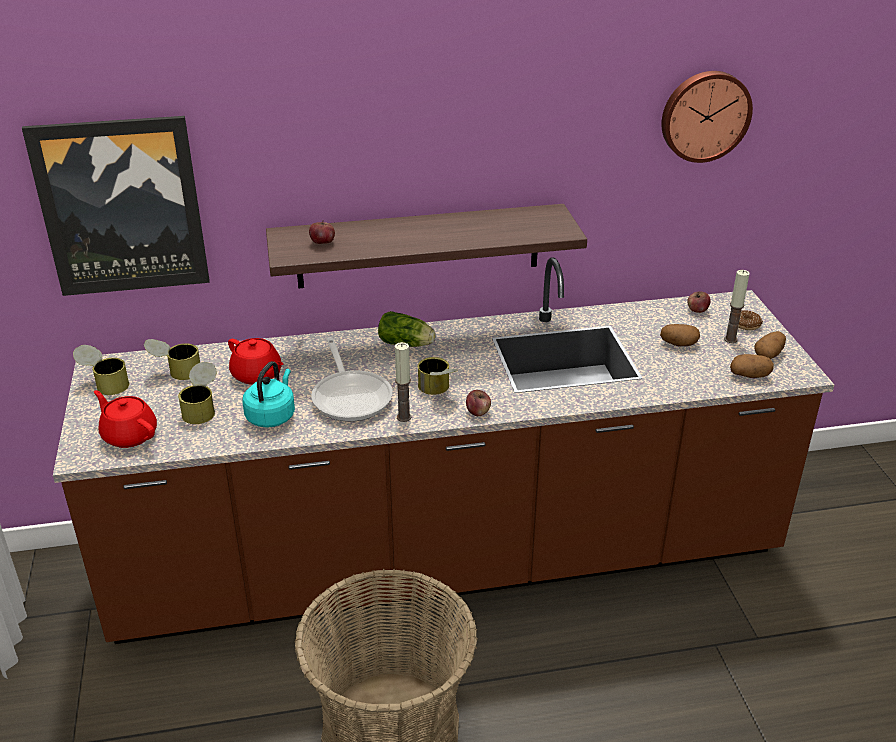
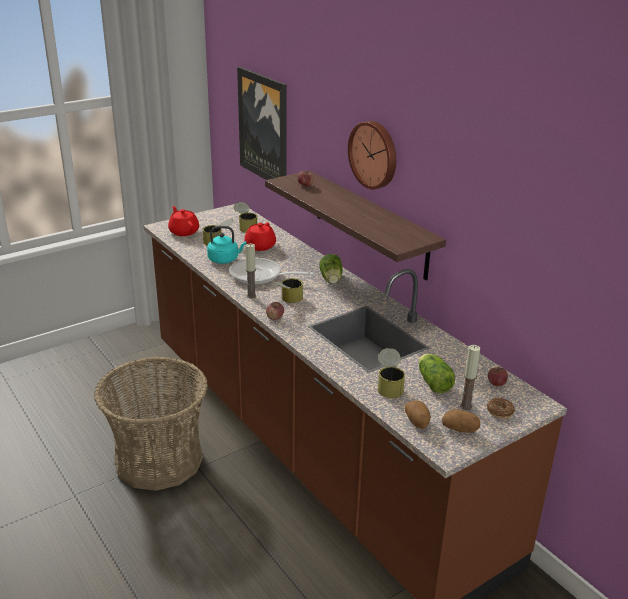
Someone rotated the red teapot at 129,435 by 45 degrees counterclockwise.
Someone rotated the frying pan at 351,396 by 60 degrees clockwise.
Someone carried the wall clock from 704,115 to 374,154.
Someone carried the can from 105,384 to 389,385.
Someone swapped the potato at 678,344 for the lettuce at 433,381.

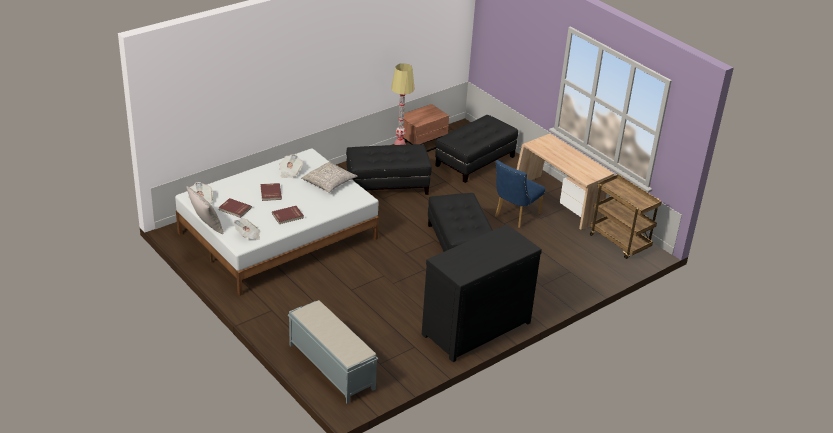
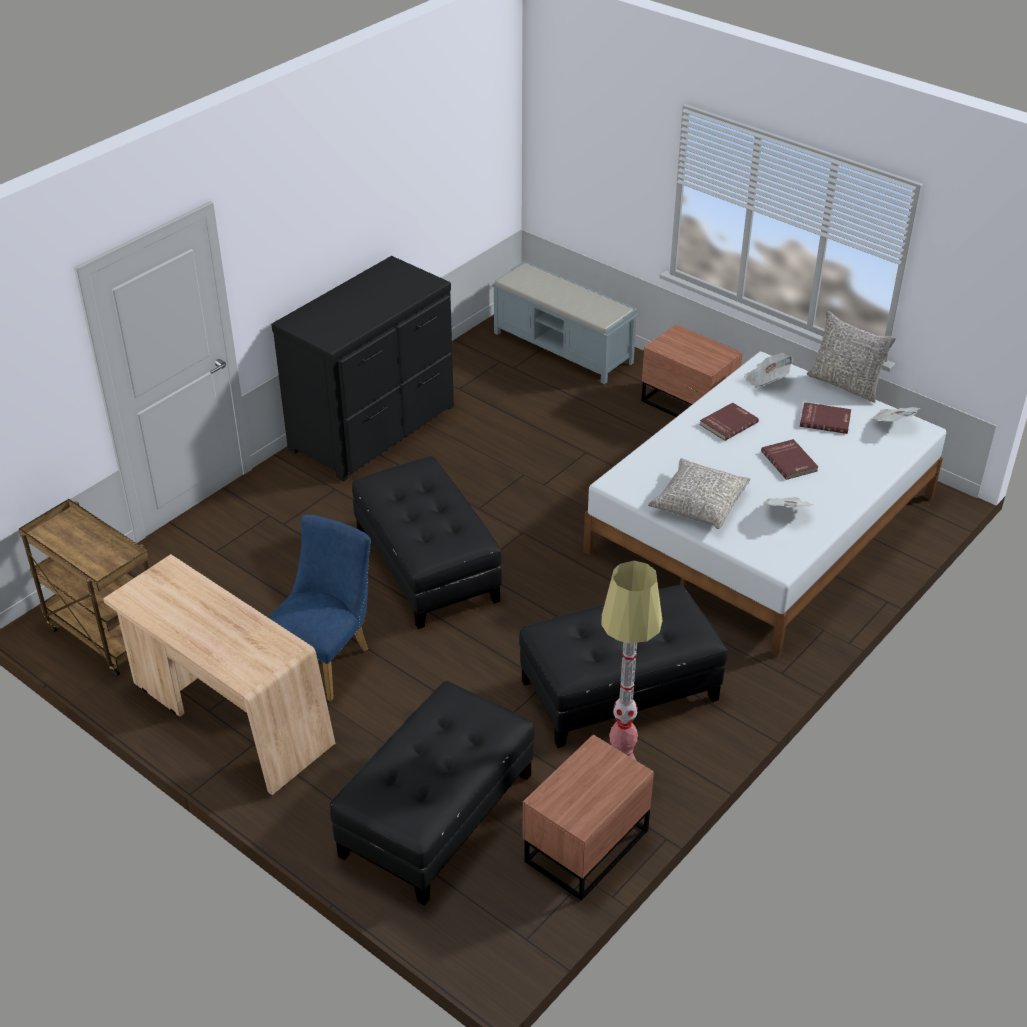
Someone put down the brown nightstand at 688,406.

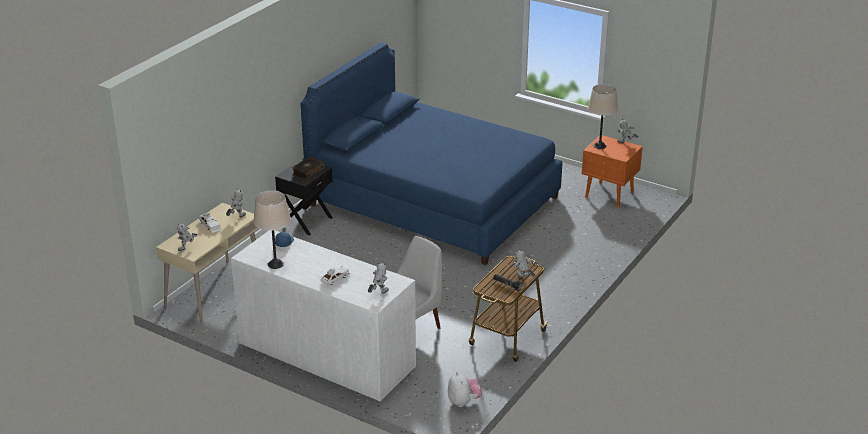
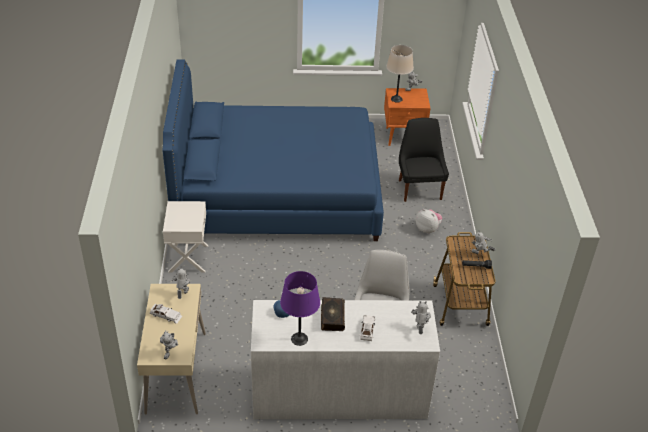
Someone repainted the black nightstand at 306,221, which became the white nightstand at 187,258.
Someone repainted the beige table lamp at 275,264, which became the purple table lamp at 299,339.
Someone carried the book from 307,172 to 332,317.
Someone put down the black chair at 419,188.
Someone carried the plush toy from 463,402 to 427,229.

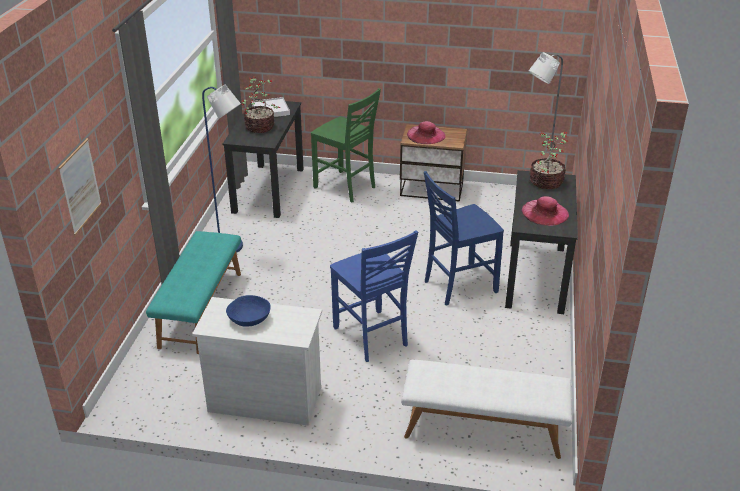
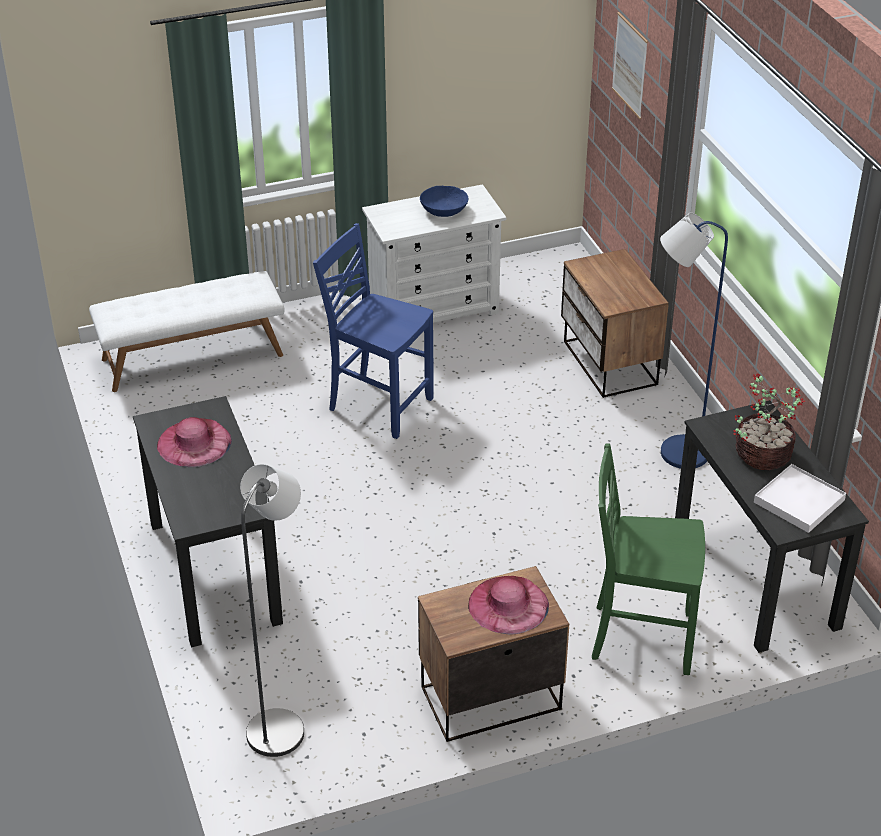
Someone swapped the turquoise bench at 200,309 for the nightstand at 608,364.
Someone took away the blue chair at 458,286.
Someone took away the potted plant at 545,182.

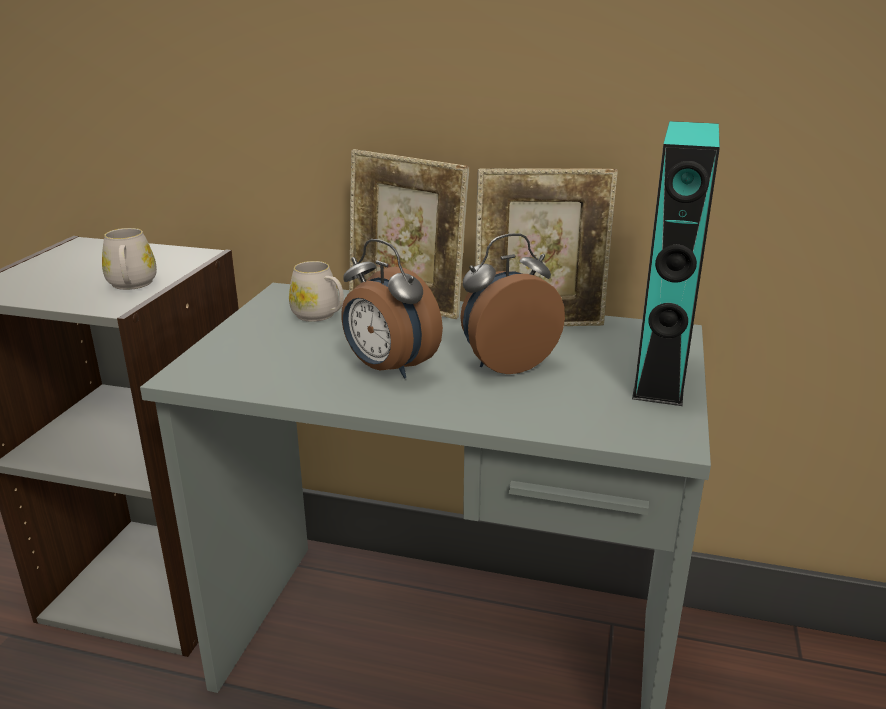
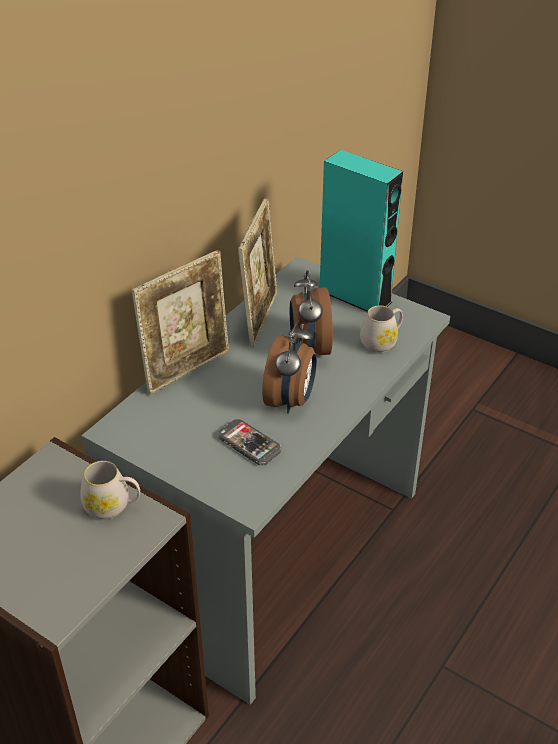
Someone put down the phone at 249,444.
Someone rotated the alarm clock at 388,369 by 45 degrees counterclockwise.
Someone carried the white mug from 320,316 to 382,342.

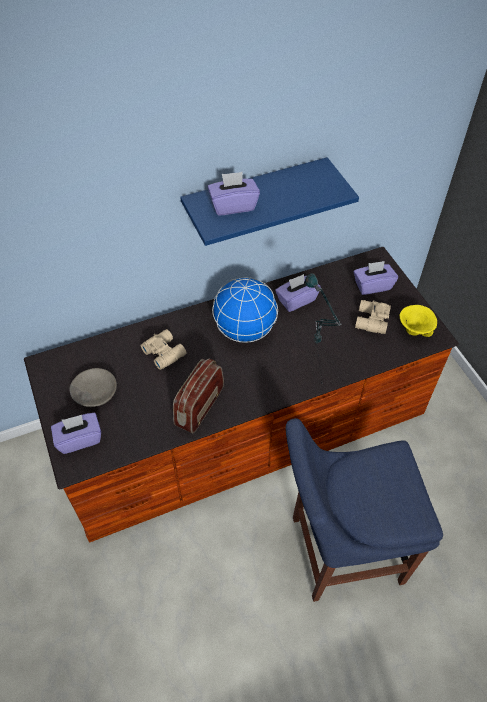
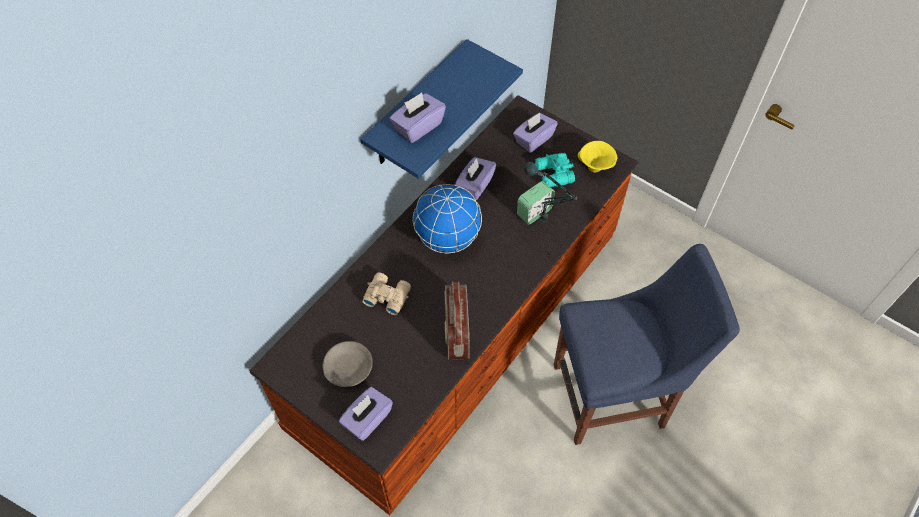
Someone put down the alarm clock at 534,212.
Someone repainted the beige binoculars at 370,321, which became the turquoise binoculars at 553,175.
Someone rotated the blue chair at 340,549 by 150 degrees counterclockwise.

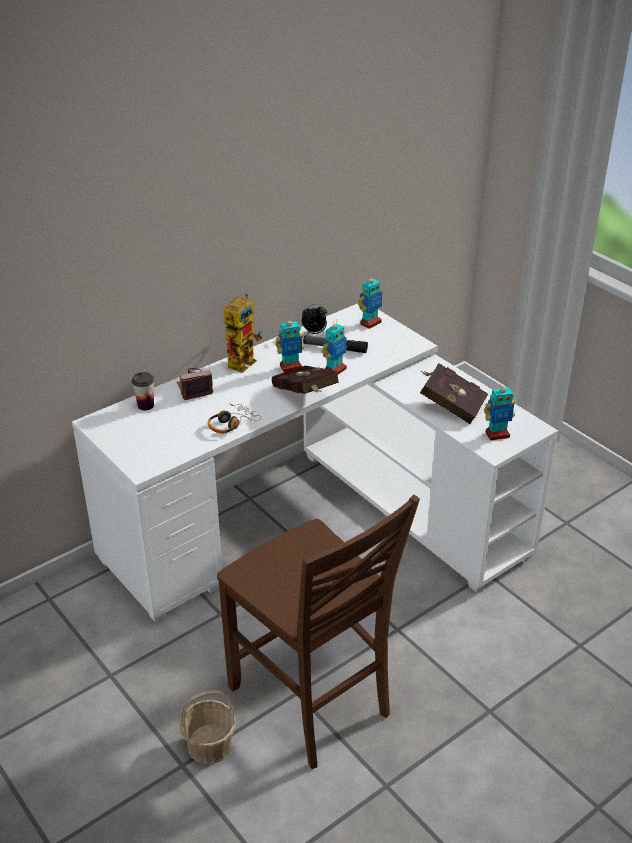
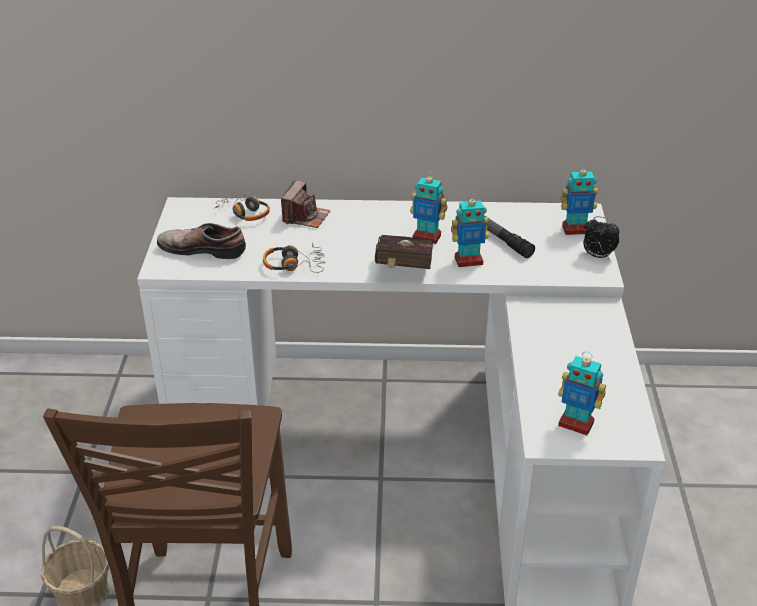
Someone put down the shoe at 203,248.
Someone swapped the cup at 145,405 for the headphones at 244,211.
Someone rotated the photo camera at 194,390 by 90 degrees clockwise.
Someone carried the alarm clock from 314,333 to 597,256.
Someone took away the toy robot at 243,360.
Someone took away the red book at 450,406.

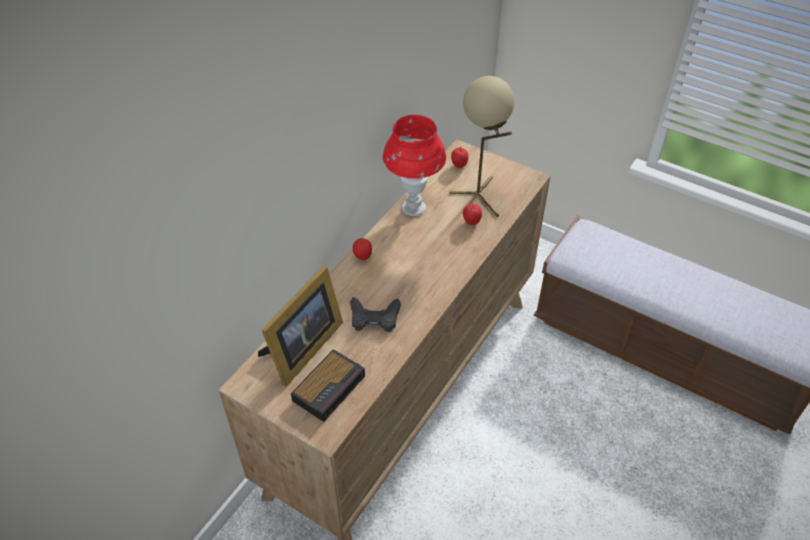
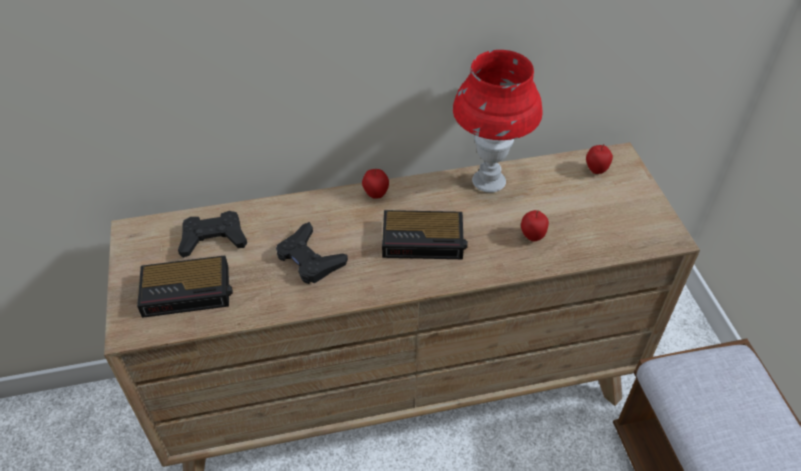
Someone swapped the picture frame at 302,350 for the black game controller at 213,238.
Someone put down the alarm clock at 424,240.
Someone took away the beige table lamp at 480,197.

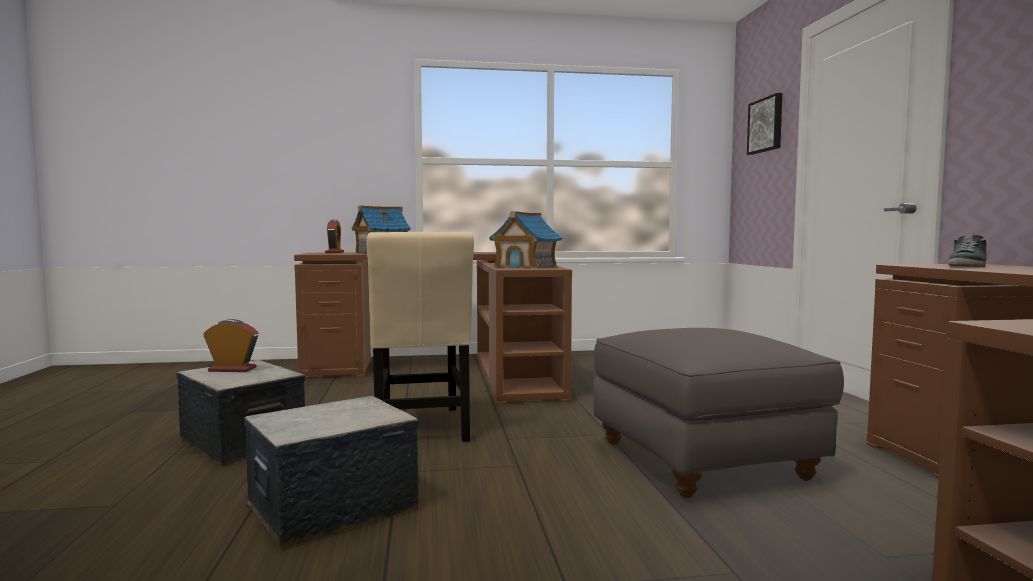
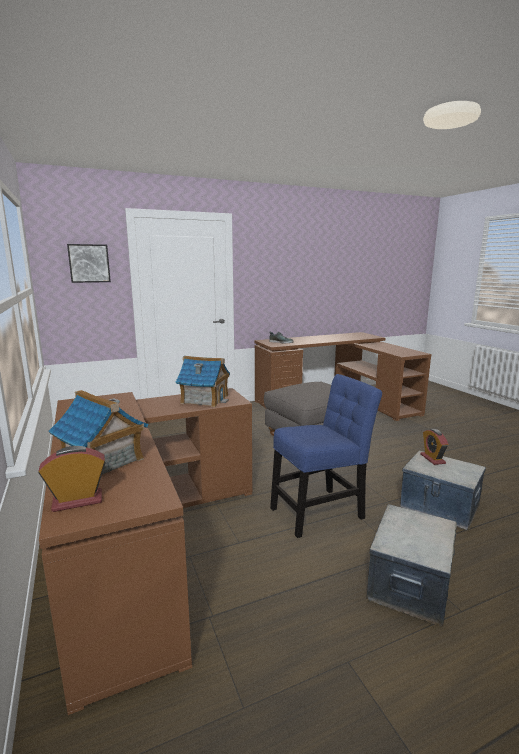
Someone repainted the beige chair at 421,428, which became the blue chair at 320,511.
Someone carried the alarm clock from 232,369 to 432,459.

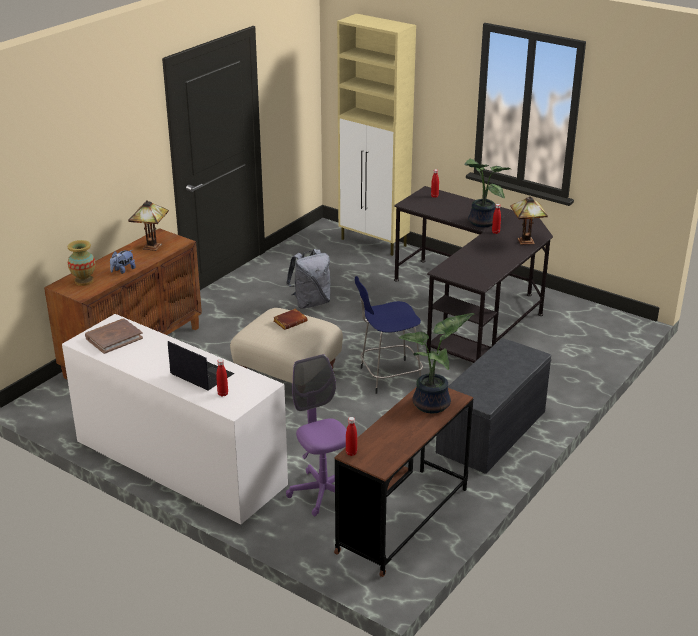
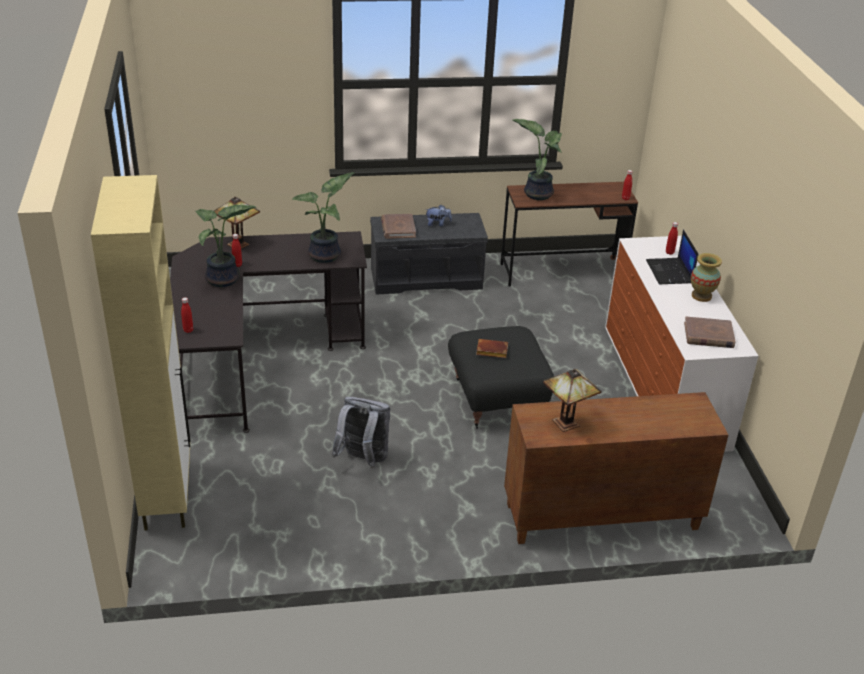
Someone put down the potted plant at 326,256.
Someone put down the brown book at 398,228.
Someone carried the plush toy from 123,270 to 438,224.
Someone repainted the beige ottoman at 287,376, which became the black ottoman at 496,400.
Someone carried the vase from 84,281 to 701,296.
Someone took away the purple office chair at 322,493.
Someone took away the blue stool at 388,377.

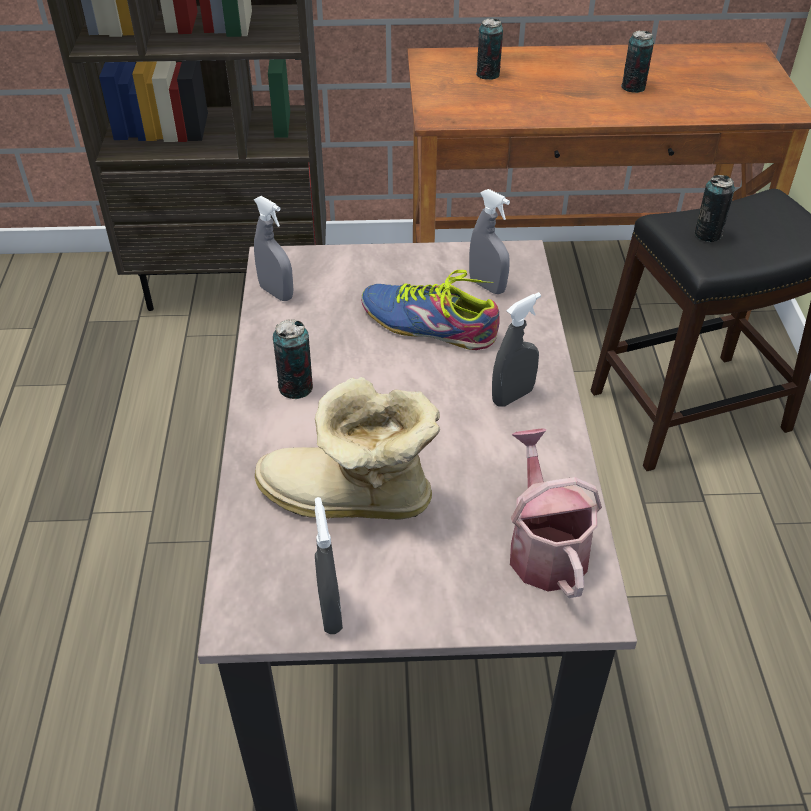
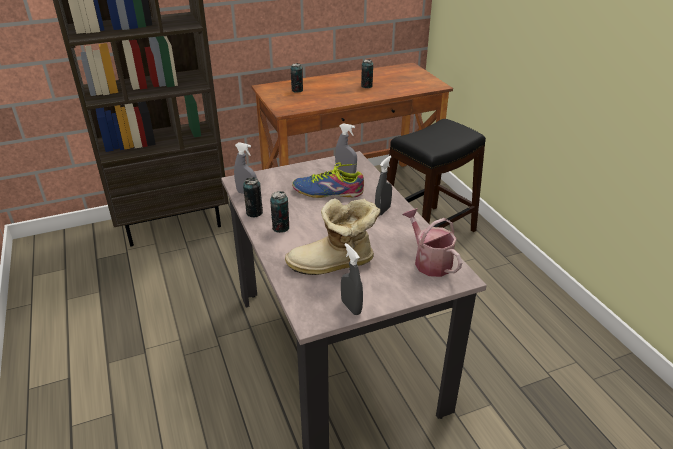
Someone carried the can from 708,234 to 254,213.

